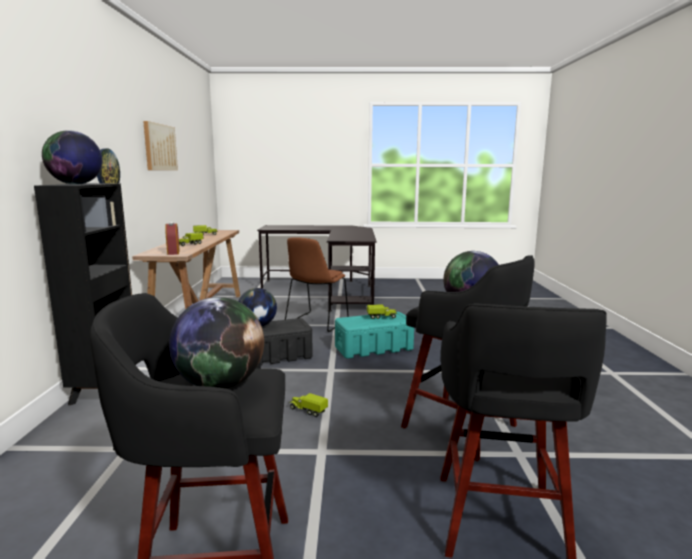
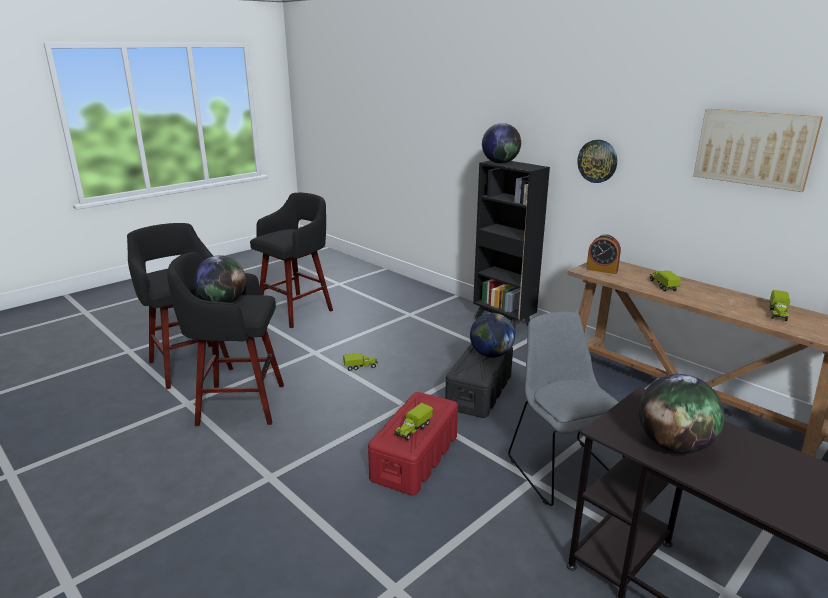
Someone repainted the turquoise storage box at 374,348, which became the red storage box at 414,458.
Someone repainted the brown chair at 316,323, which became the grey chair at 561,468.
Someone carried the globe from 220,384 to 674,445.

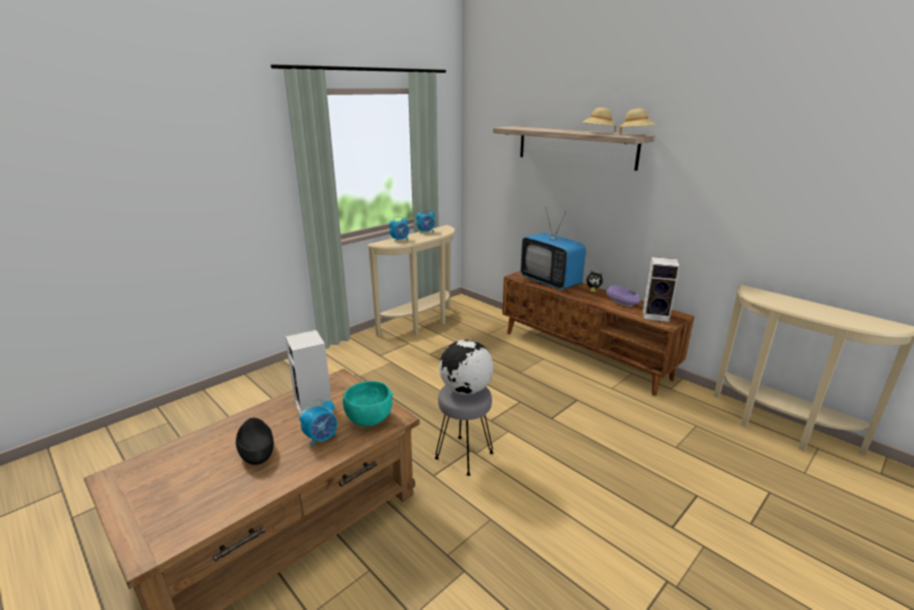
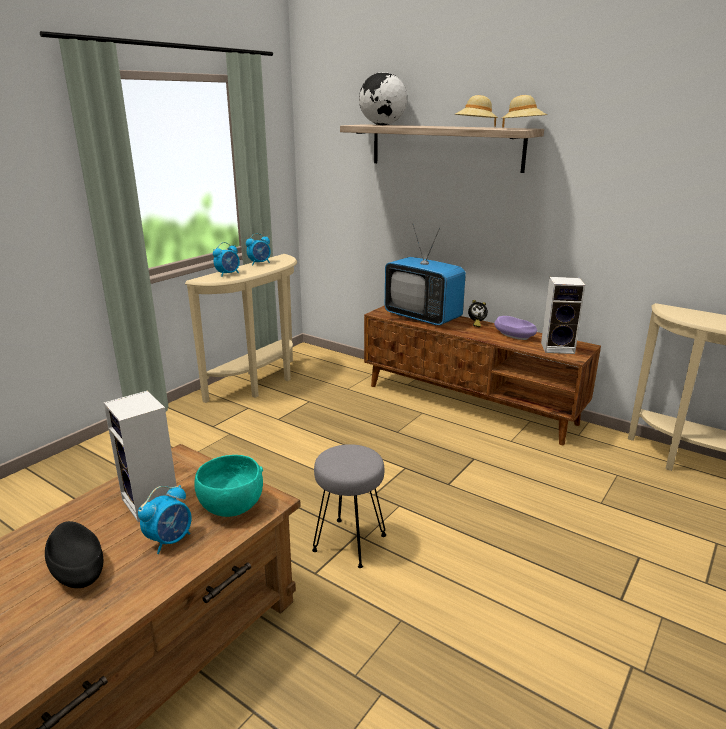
Someone carried the globe from 465,390 to 382,125.

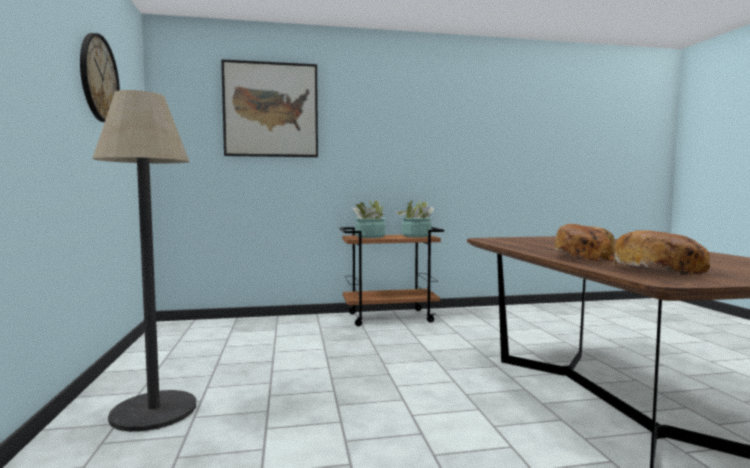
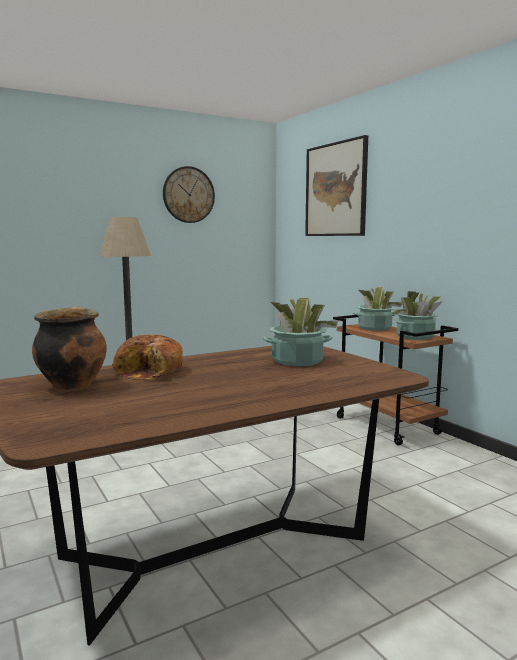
Someone swapped the bread at 659,269 for the cooking pot at 72,385.
Someone put down the potted plant at 297,361.

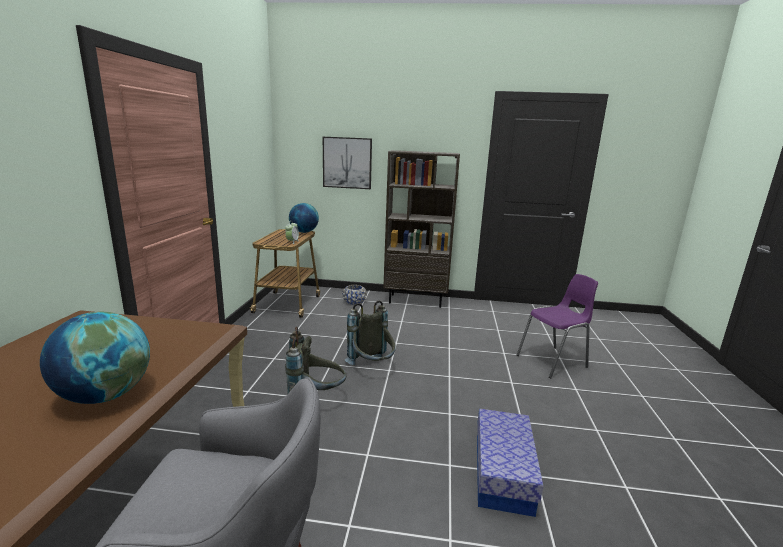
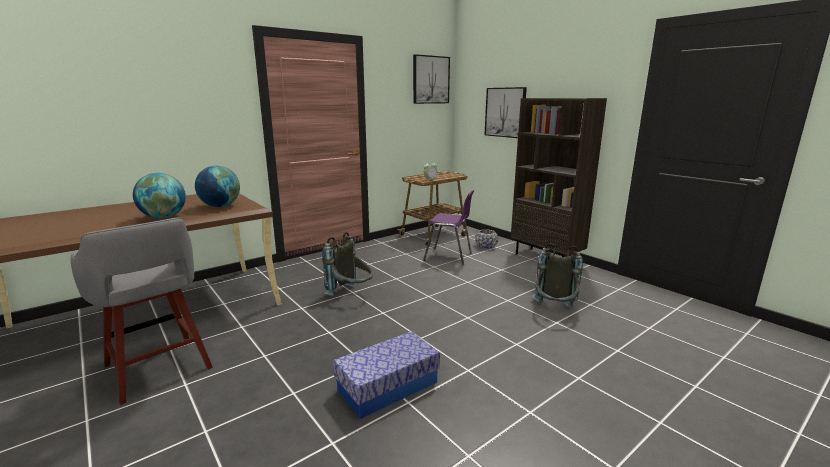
Someone carried the globe from 304,232 to 220,206.
Someone put up the picture at 430,80.
Someone carried the purple chair from 553,361 to 449,257.
Someone carried the grey backpack from 372,368 to 554,310.

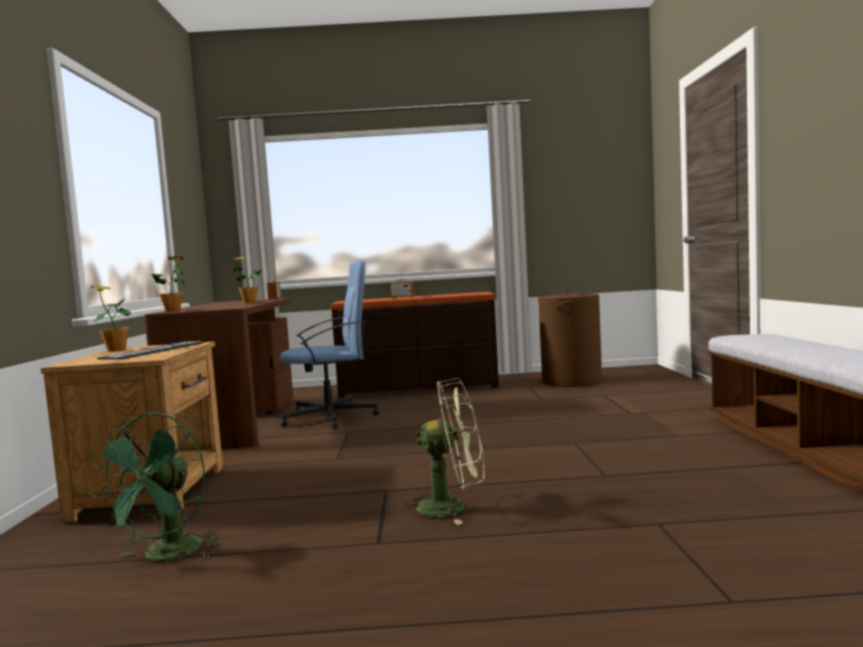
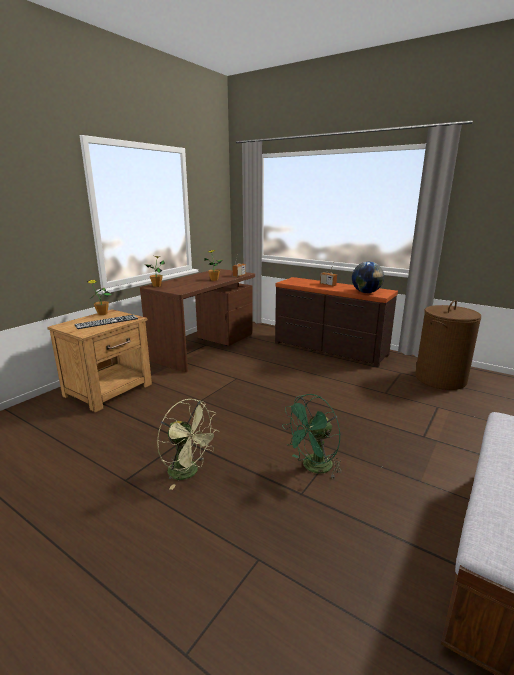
Someone carried the green fan from 166,556 to 313,468.
Someone put down the globe at 366,292.
Someone took away the blue office chair at 331,417.

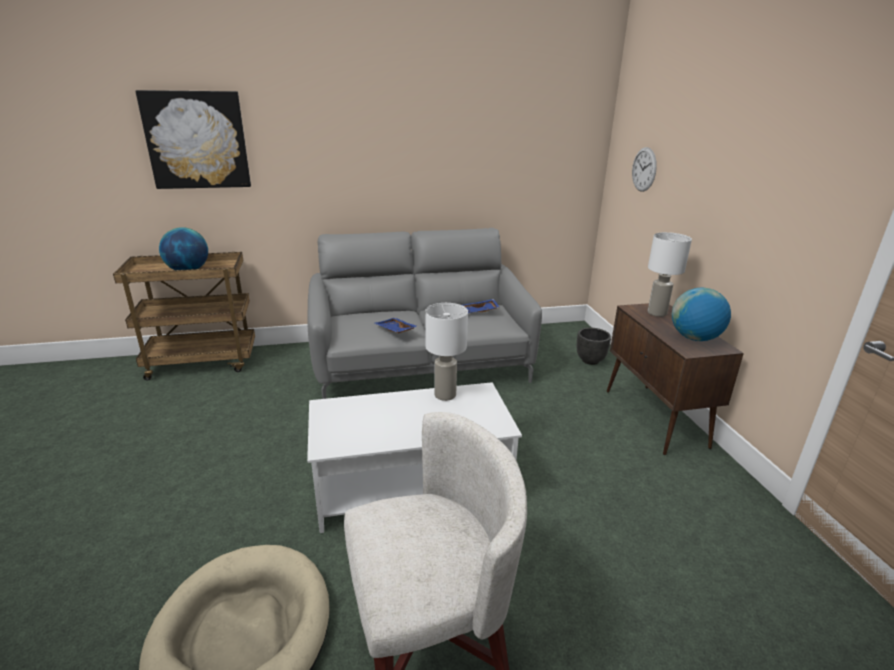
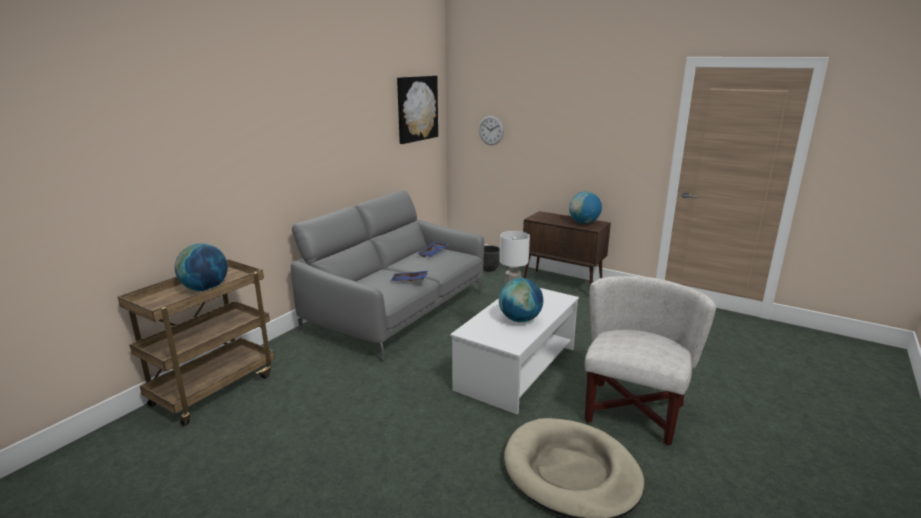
Someone carried the picture from 197,140 to 417,108.
Someone put down the globe at 520,319.
Someone took away the white table lamp at 656,313.

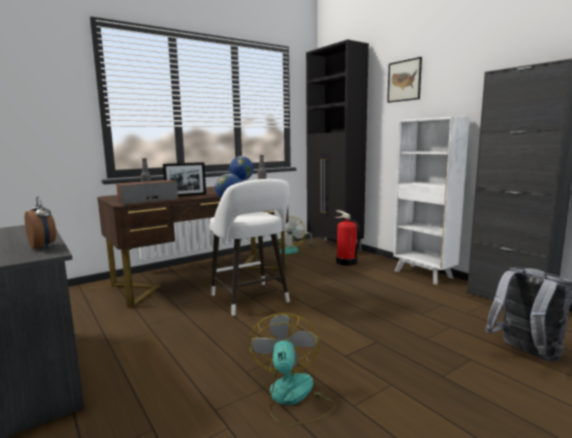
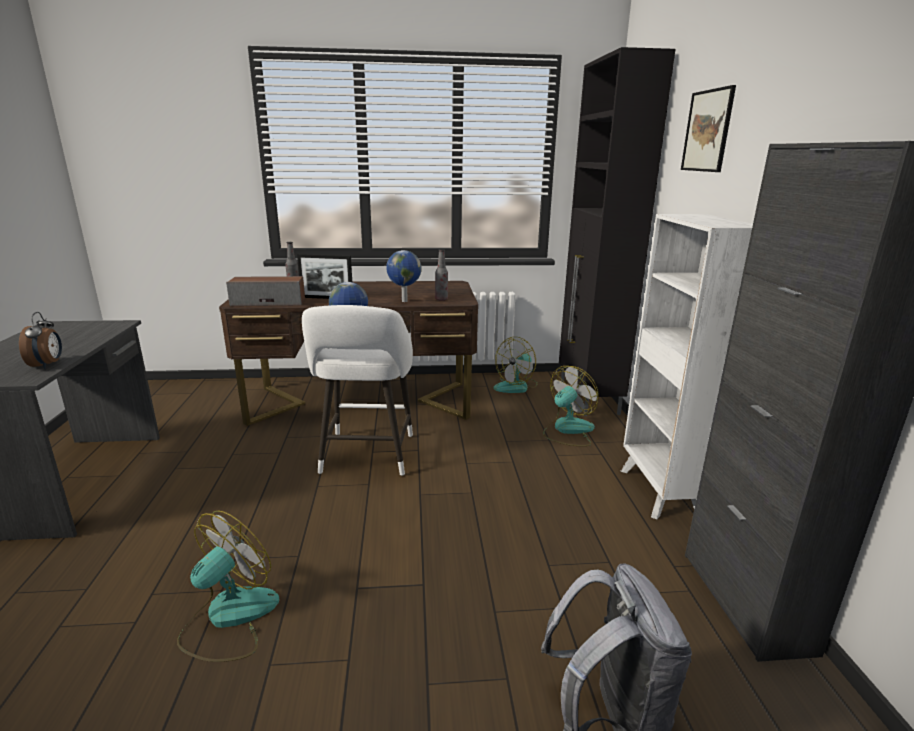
Someone swapped the fire extinguisher at 346,262 for the fan at 567,430.

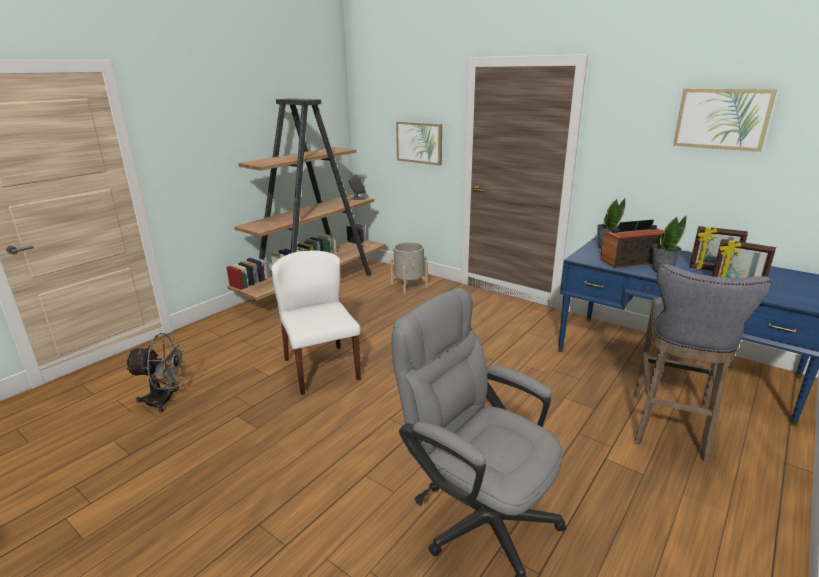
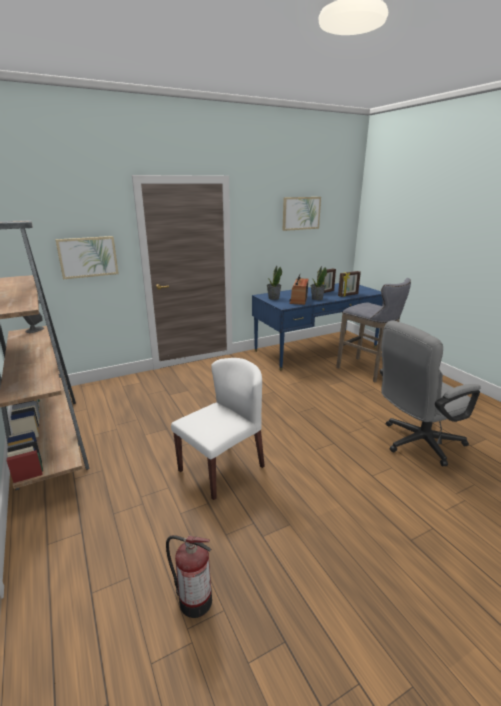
Someone swapped the grey fan at 166,400 for the fire extinguisher at 193,600.
Someone rotated the white chair at 321,368 by 135 degrees clockwise.
Someone took away the grey planter at 409,285.

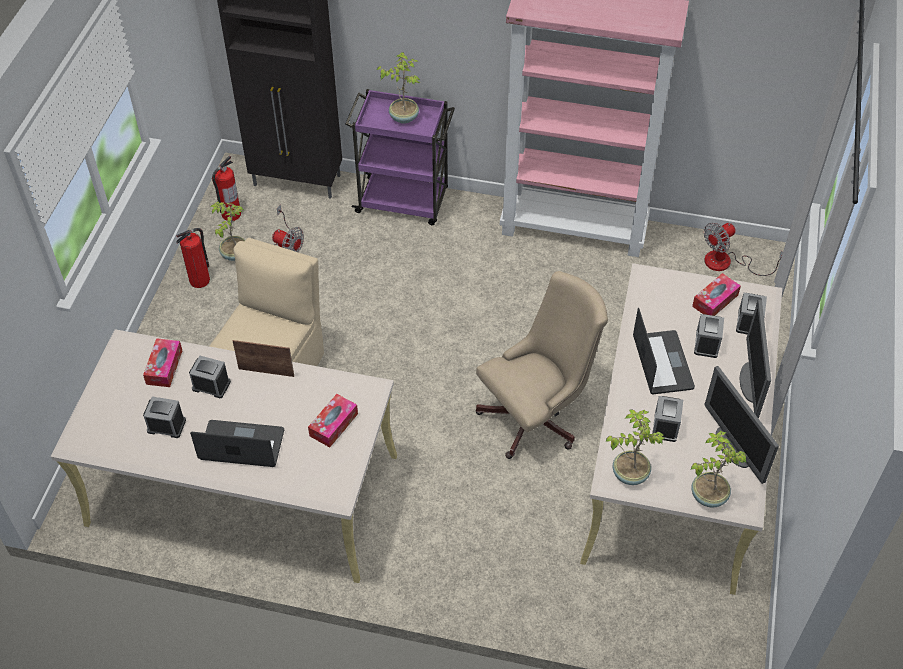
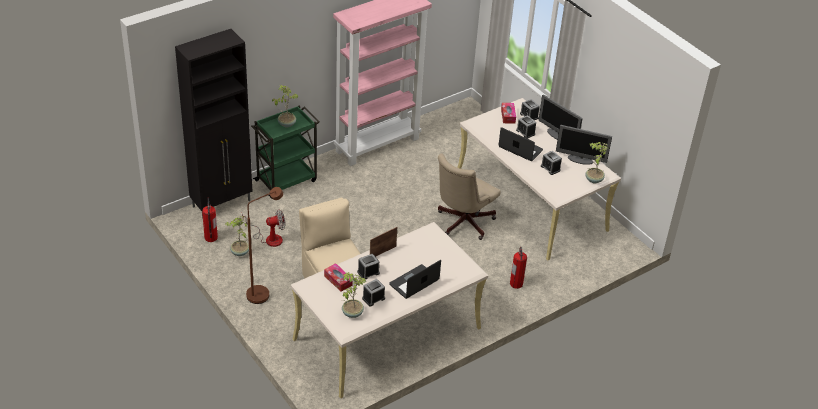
Someone put down the brown floor lamp at 263,293.
Someone repainted the purple cart at 404,201, which became the green cart at 287,180.
Someone carried the potted plant from 629,473 to 352,313.
Someone rotated the beige office chair at 536,416 by 150 degrees counterclockwise.
Someone carried the fire extinguisher from 200,280 to 516,283.
Someone took away the tissue box at 333,425.
Someone took away the fan at 727,263.

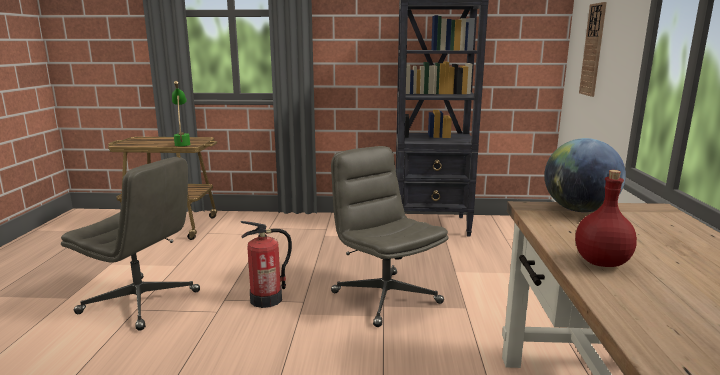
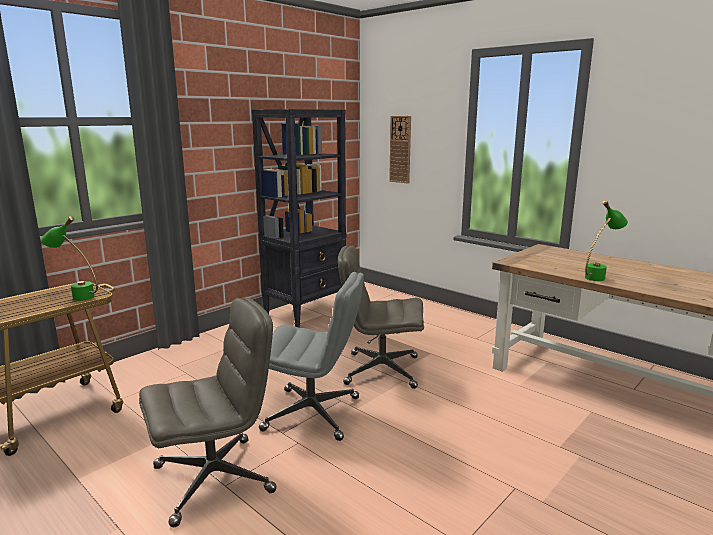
Someone swapped the fire extinguisher at 267,299 for the grey office chair at 313,413.
Someone swapped the red bottle at 600,262 for the green table lamp at 599,276.
Someone took away the globe at 579,210.

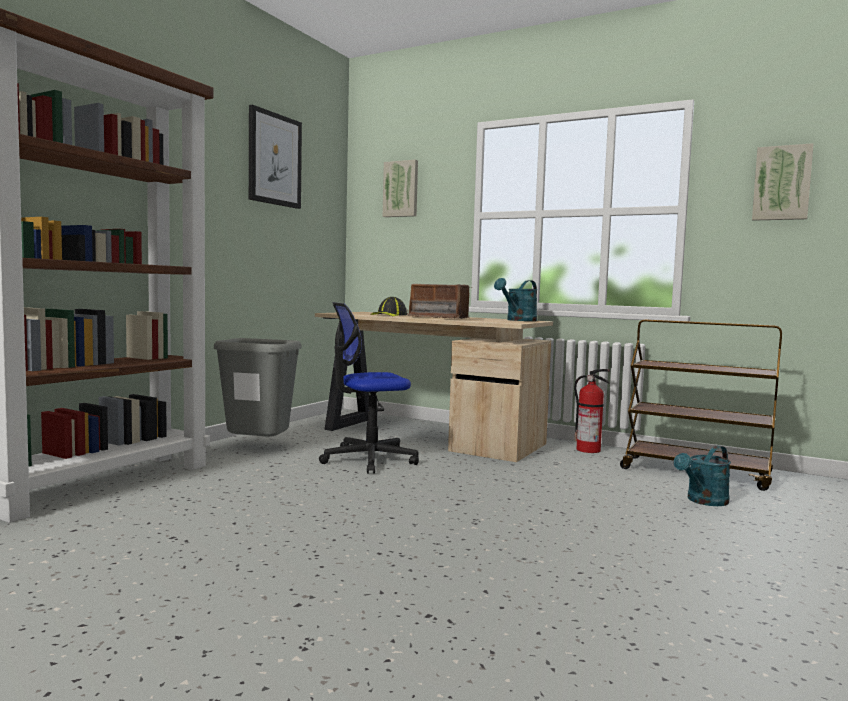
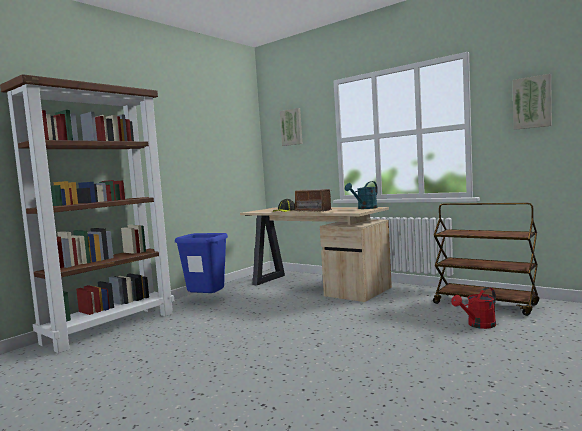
Someone repainted the grey trash can at 258,450, which became the blue trash can at 207,301.
Someone repainted the turquoise watering can at 703,501, which became the red watering can at 478,325.
Someone took away the picture at 274,159.
Someone took away the office chair at 368,459.
Someone took away the fire extinguisher at 589,450.

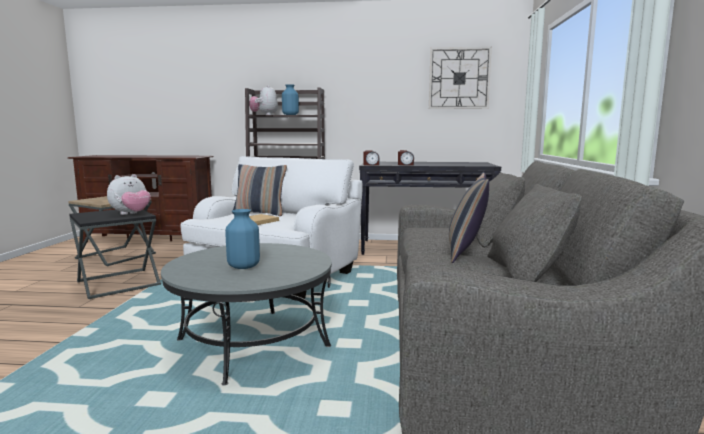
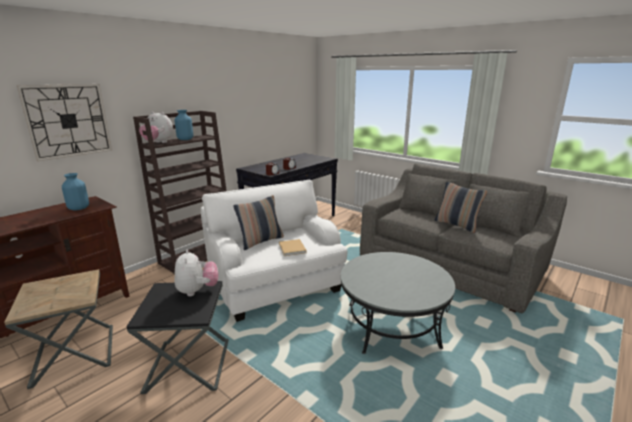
Someone carried the wall clock from 459,78 to 68,121.
Someone carried the blue vase from 243,266 to 78,208.

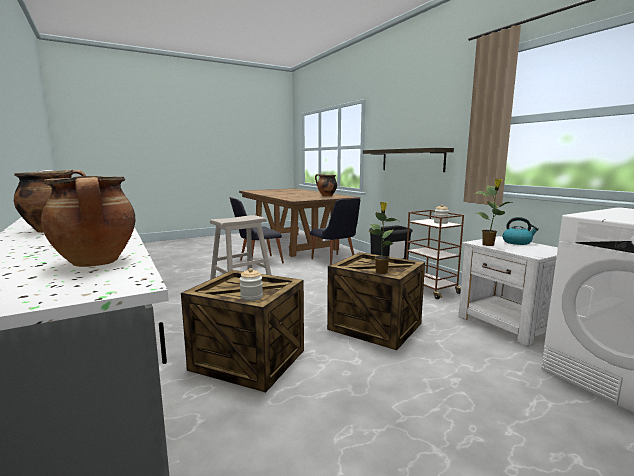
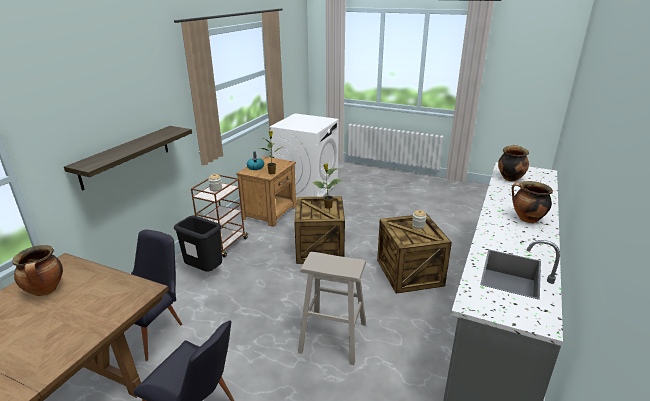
Someone repainted the white nightstand at 508,324, which became the brown nightstand at 270,212.

